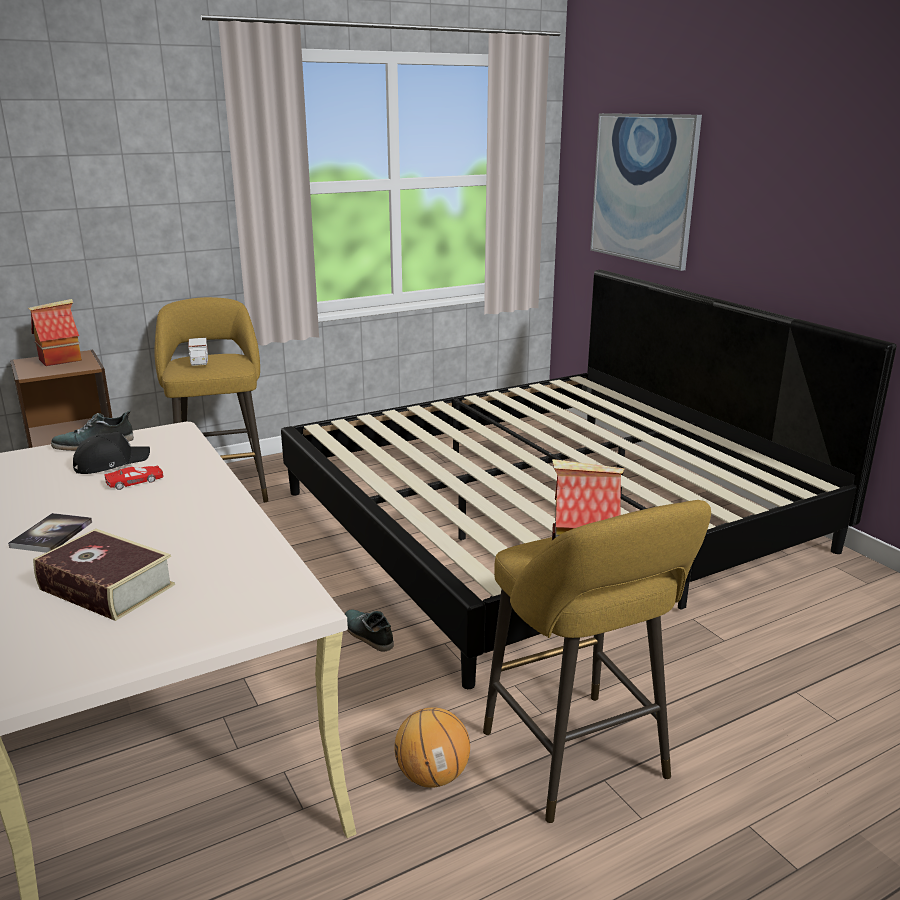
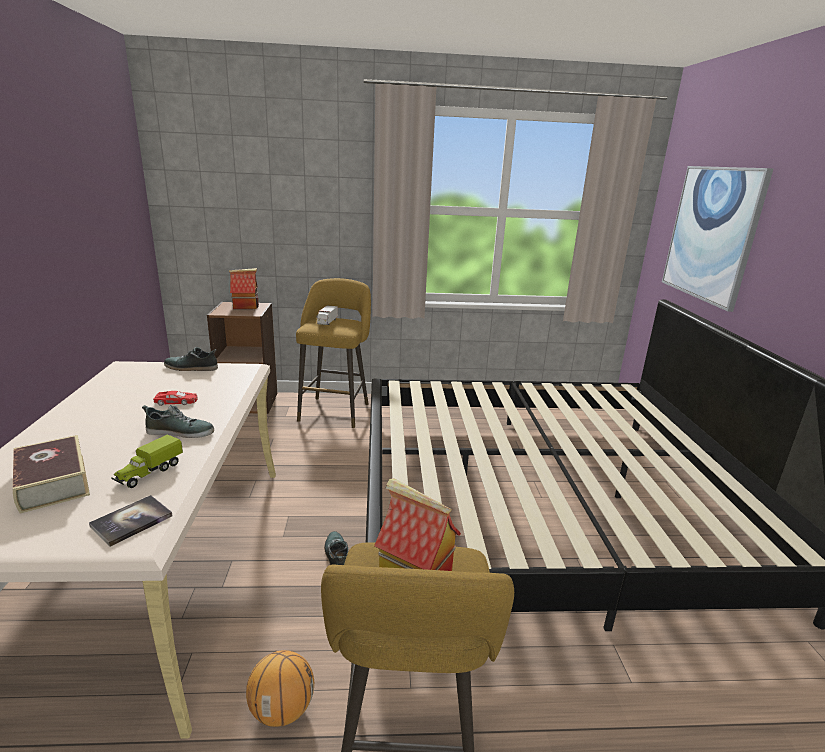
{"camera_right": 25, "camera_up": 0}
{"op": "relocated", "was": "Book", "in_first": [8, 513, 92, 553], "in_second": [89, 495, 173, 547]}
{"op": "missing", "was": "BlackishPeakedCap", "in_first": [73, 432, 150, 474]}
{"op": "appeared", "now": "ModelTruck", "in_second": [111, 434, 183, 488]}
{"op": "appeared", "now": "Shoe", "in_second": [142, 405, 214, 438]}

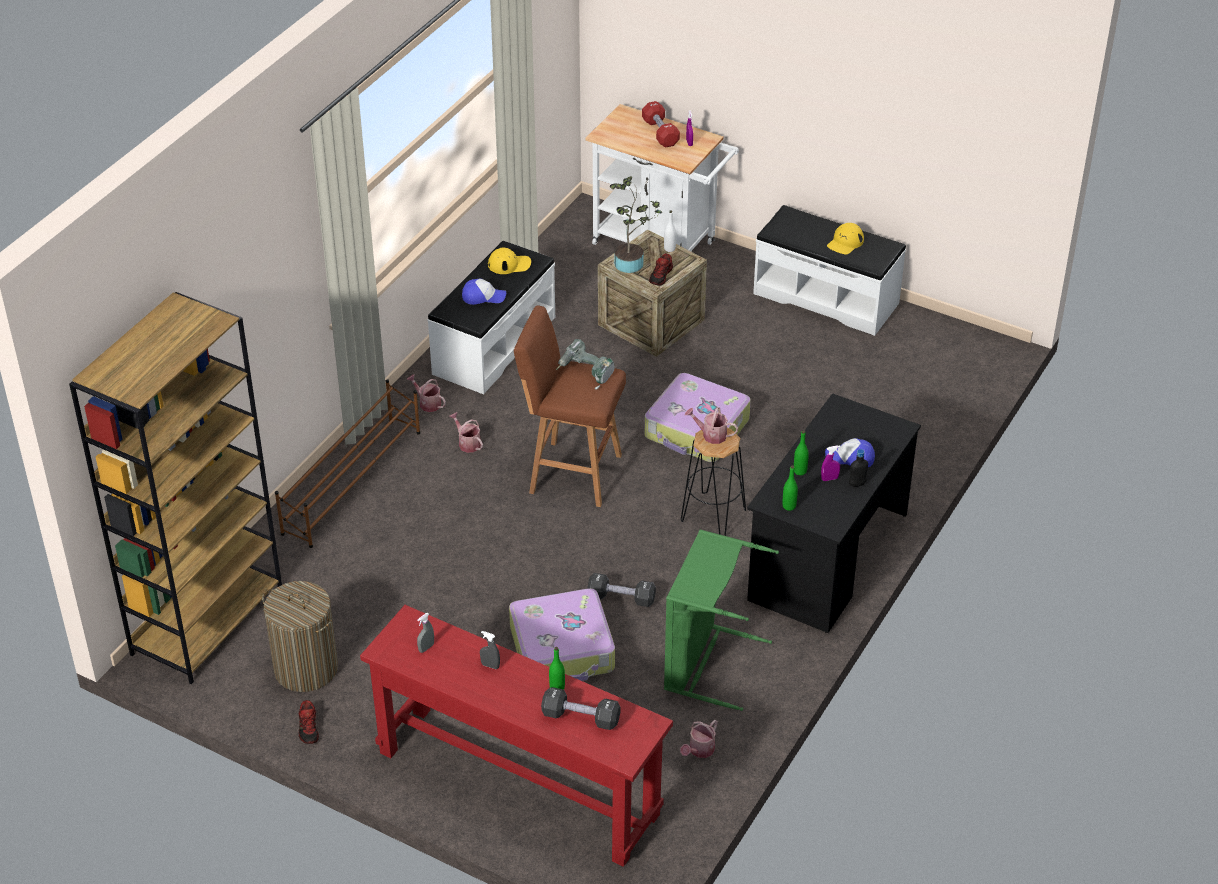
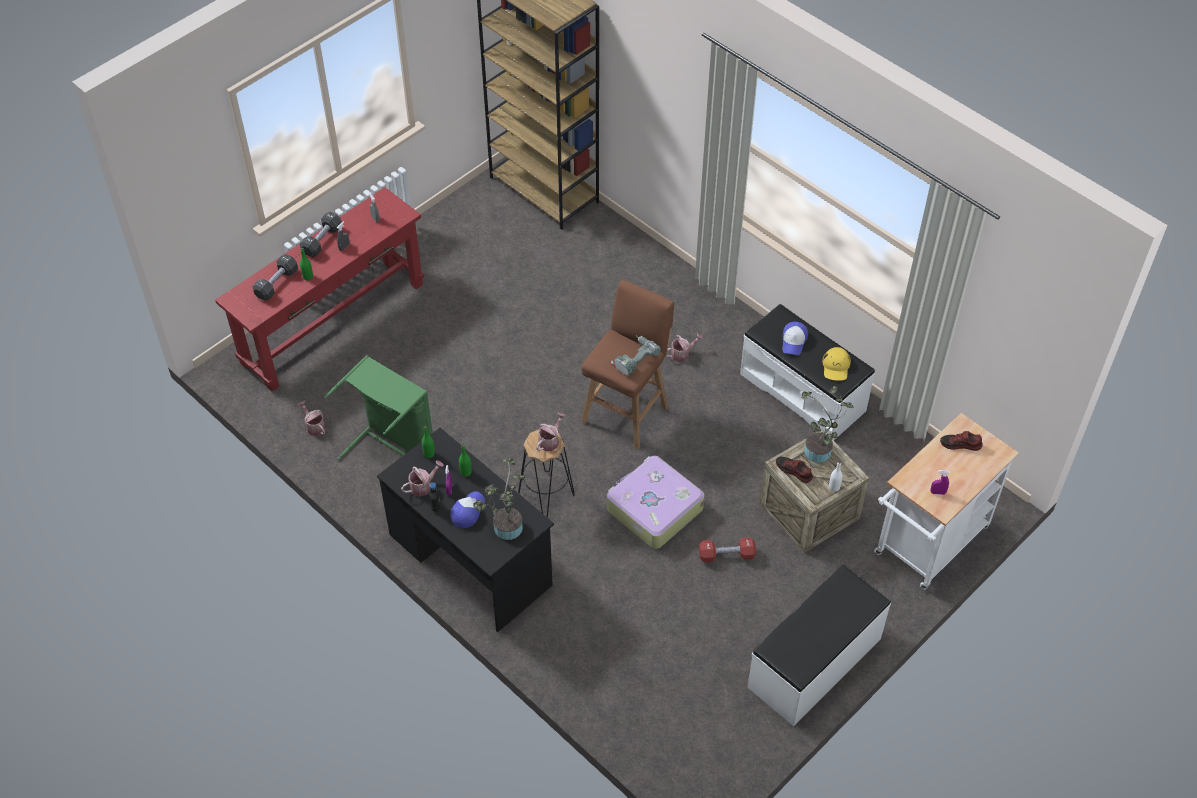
{"camera_right": 105, "camera_up": 10}
{"op": "missing", "was": "LaundryBasket", "in_first": [262, 581, 338, 692]}
{"op": "missing", "was": "BrownColouredShoeRack", "in_first": [275, 379, 420, 548]}
{"op": "relocated", "was": "Shoe", "in_first": [299, 700, 319, 744], "in_second": [940, 431, 983, 451]}
{"op": "relocated", "was": "WateringPot", "in_first": [406, 374, 446, 412], "in_second": [401, 460, 444, 497]}
{"op": "missing", "was": "Suitcase", "in_first": [509, 588, 615, 681]}
{"op": "relocated", "was": "BlackishHandWeight", "in_first": [587, 573, 656, 607], "in_second": [300, 212, 342, 257]}
{"op": "relocated", "was": "RedColouredHandWeight", "in_first": [642, 101, 680, 148], "in_second": [699, 537, 756, 563]}
{"op": "missing", "was": "YellowPeakedCap", "in_first": [827, 223, 864, 254]}
{"op": "appeared", "now": "PottedPlant", "in_second": [473, 458, 525, 540]}

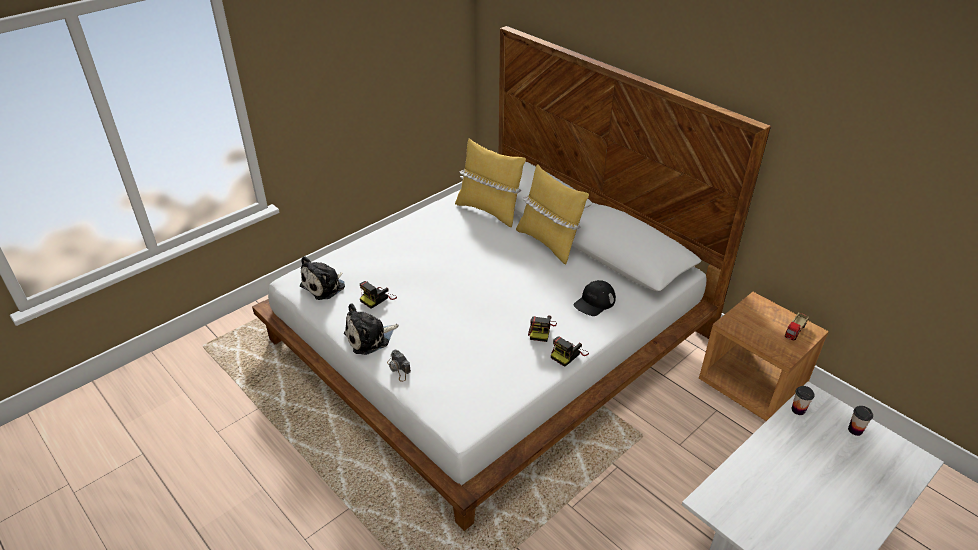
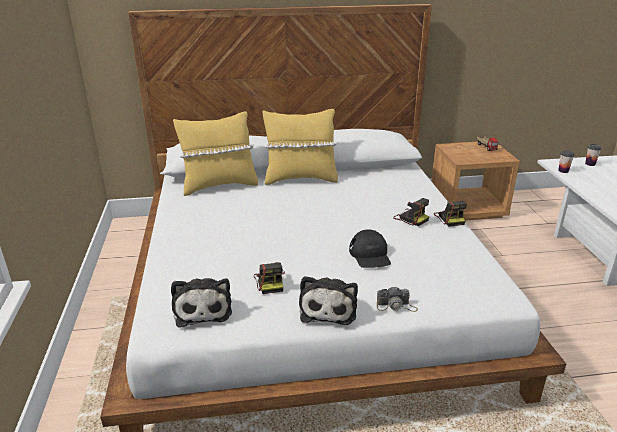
{"camera_right": -55, "camera_up": -10}
{"op": "relocated", "was": "BlackishPeakedCap", "in_first": [573, 280, 616, 316], "in_second": [349, 229, 391, 268]}

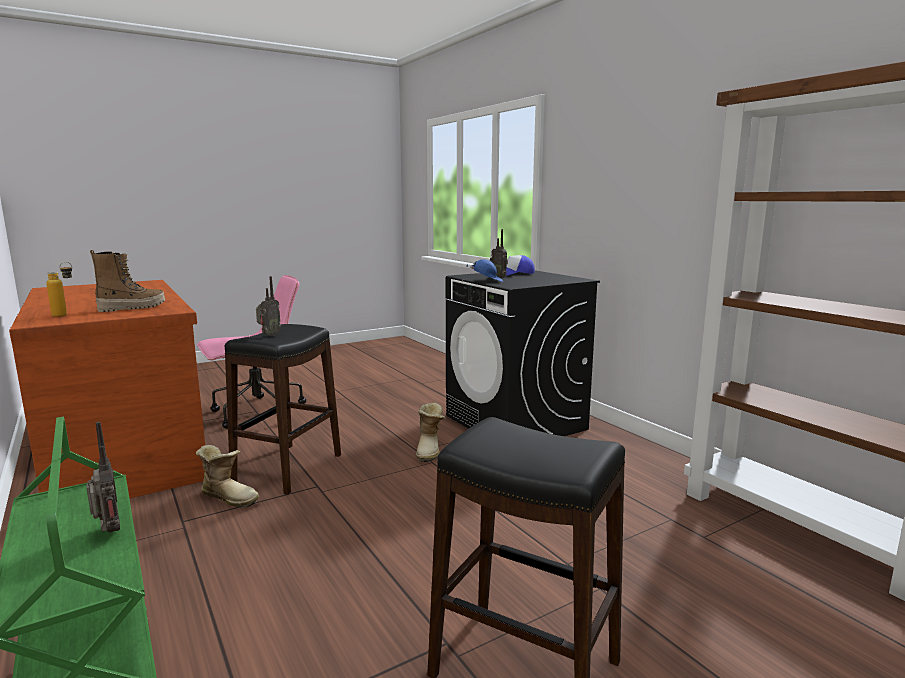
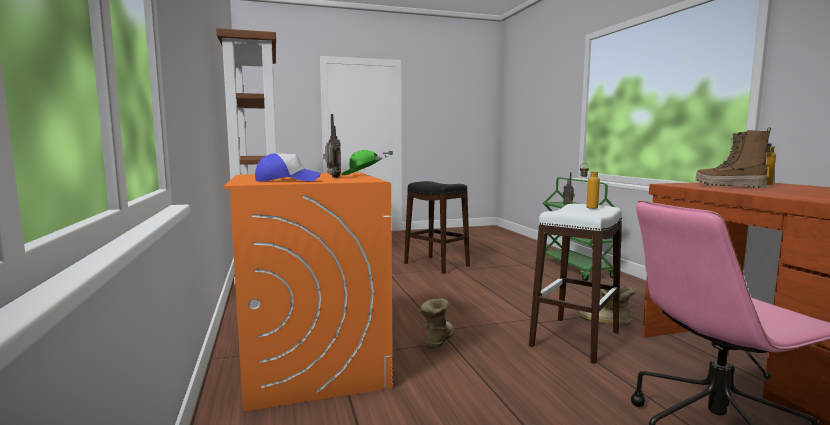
{"camera_right": -165, "camera_up": -5}
{"op": "spun", "was": "Boot", "in_first": [90, 250, 165, 312], "in_second": [695, 127, 771, 188], "clockwise": 60}
{"op": "colour", "was": "BlackishSittingStool", "now": "WhiteSittingStool", "in_first": [225, 324, 341, 495], "in_second": [529, 204, 622, 364]}
{"op": "exchanged", "was": "RadioReceiver", "now": "DrinkBottle", "in_first": [256, 276, 281, 336], "in_second": [580, 163, 600, 209]}
{"op": "colour", "was": "BlackishLaundryMachine", "now": "OrangeyLaundryMachine", "in_first": [446, 270, 600, 436], "in_second": [223, 172, 393, 411]}
{"op": "colour", "was": "BlueColouredPeakedCap", "now": "GreenishPeakedCap", "in_first": [466, 260, 503, 282], "in_second": [341, 150, 387, 175]}

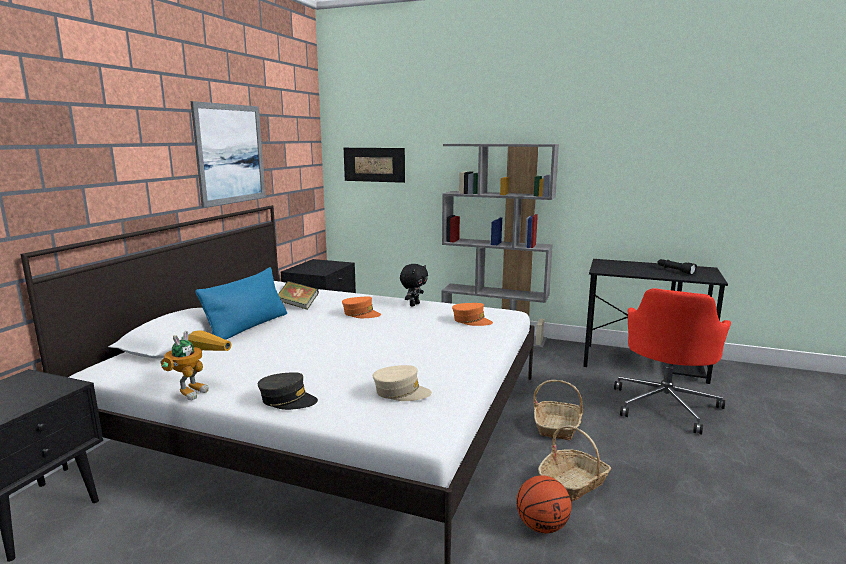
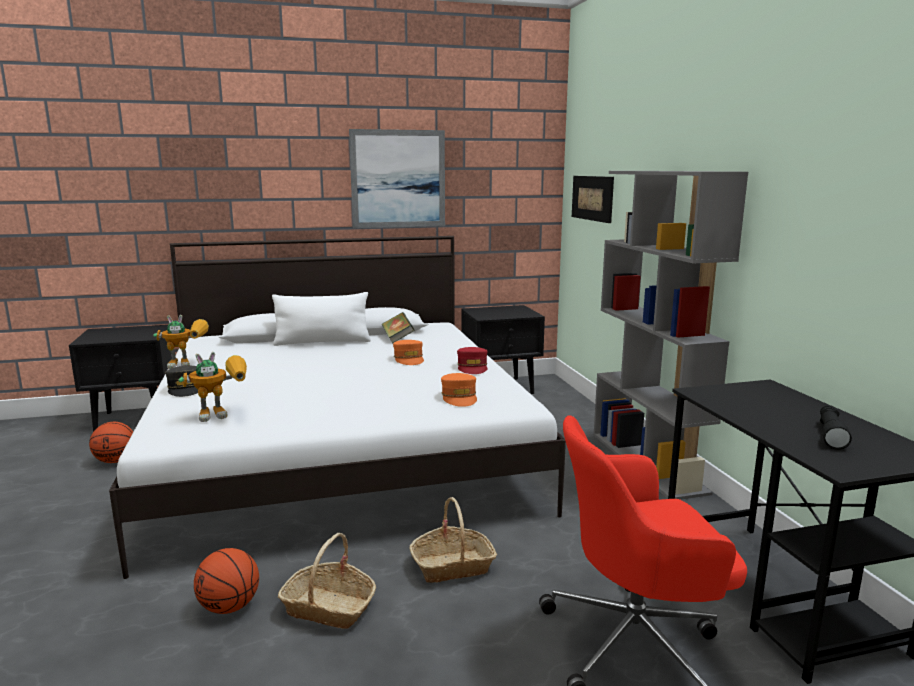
{"camera_right": 55, "camera_up": 0}
{"op": "colour", "was": "BlueColouredCushion", "now": "WhiteCushion", "in_first": [195, 267, 287, 340], "in_second": [272, 292, 371, 346]}
{"op": "exchanged", "was": "SandColouredPeakedCap", "now": "RobotFigure", "in_first": [373, 365, 432, 401], "in_second": [178, 352, 247, 422]}
{"op": "exchanged", "was": "BlackishSoftToy", "now": "RedColouredPeakedCap", "in_first": [400, 264, 428, 307], "in_second": [457, 347, 488, 374]}
{"op": "appeared", "now": "BasketballBall", "in_second": [89, 422, 133, 463]}

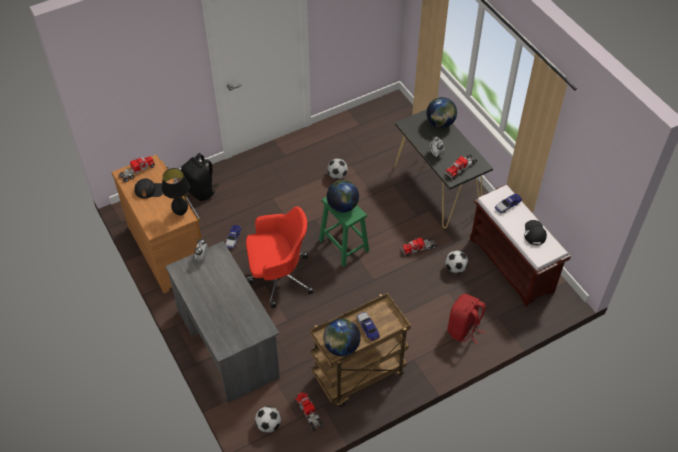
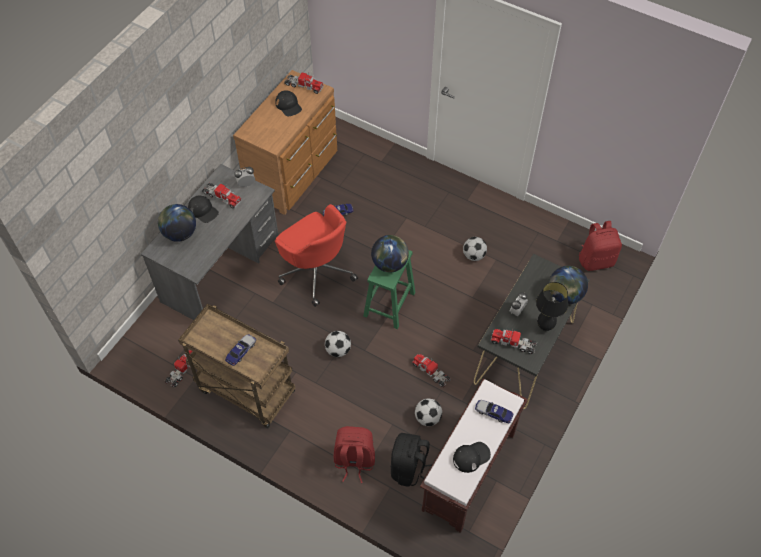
{"camera_right": 60, "camera_up": 5}
{"op": "relocated", "was": "BlackishLampForATable", "in_first": [162, 168, 189, 216], "in_second": [536, 282, 568, 331]}
{"op": "relocated", "was": "BlackishKnapsack", "in_first": [181, 153, 219, 201], "in_second": [391, 433, 433, 487]}
{"op": "relocated", "was": "BallForFootball", "in_first": [255, 406, 281, 433], "in_second": [325, 331, 351, 357]}
{"op": "relocated", "was": "Globe", "in_first": [323, 319, 361, 356], "in_second": [158, 204, 196, 242]}
{"op": "appeared", "now": "BlackishPeakedCap", "in_second": [188, 196, 219, 223]}
{"op": "appeared", "now": "ModelTruck", "in_second": [202, 183, 242, 208]}
{"op": "appeared", "now": "RedColouredKnapsack", "in_second": [579, 221, 622, 271]}

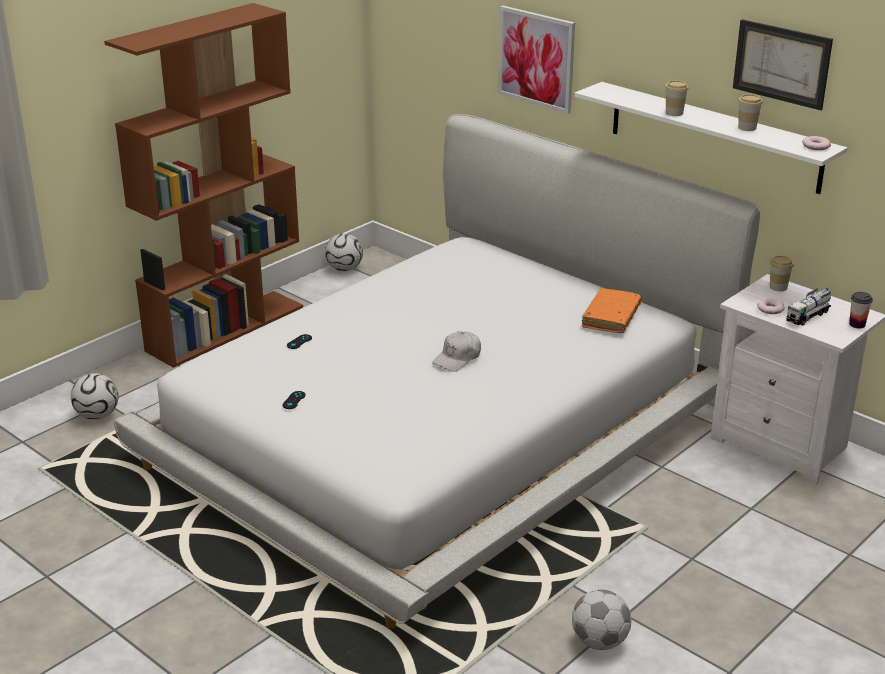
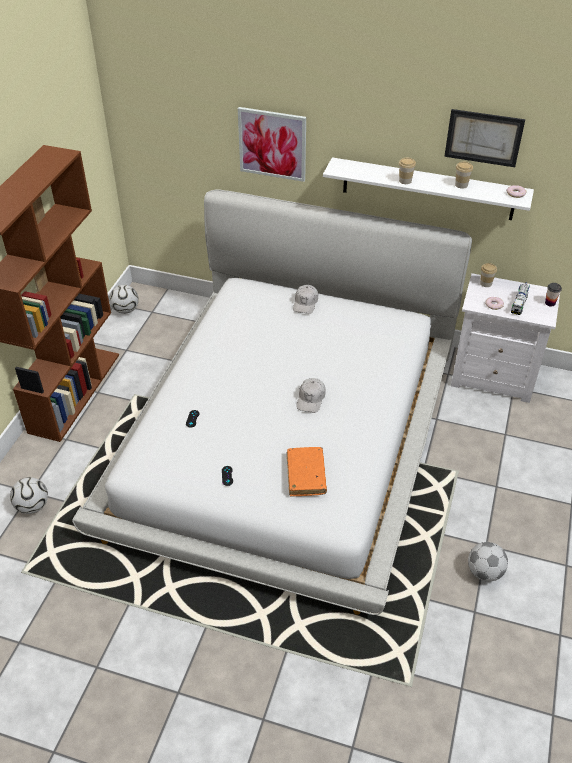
{"camera_right": -25, "camera_up": 15}
{"op": "relocated", "was": "OrangeyBook", "in_first": [582, 288, 642, 333], "in_second": [287, 447, 327, 497]}
{"op": "appeared", "now": "WhitePeakedCap", "in_second": [293, 285, 318, 314]}

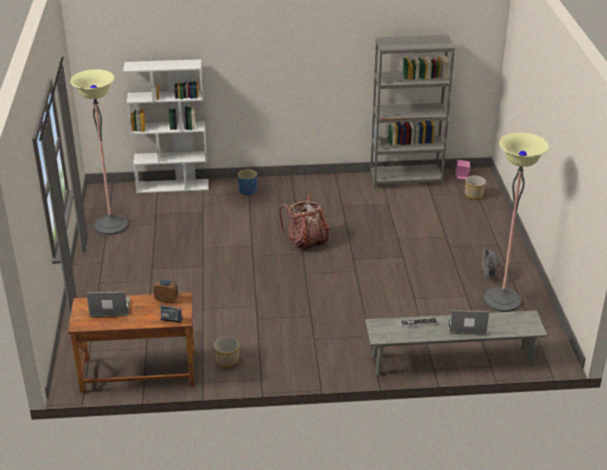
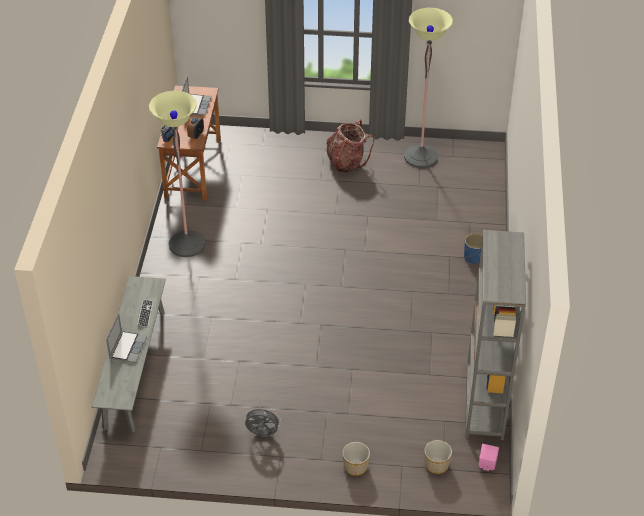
{"camera_right": 100, "camera_up": 10}
{"op": "missing", "was": "WhiteBookshelf", "in_first": [123, 59, 209, 193]}
{"op": "relocated", "was": "FlowerPot", "in_first": [214, 336, 239, 368], "in_second": [342, 442, 370, 476]}
{"op": "relocated", "was": "Knapsack", "in_first": [279, 195, 329, 251], "in_second": [326, 119, 374, 173]}
{"op": "relocated", "was": "StandingLamp", "in_first": [483, 132, 549, 312], "in_second": [149, 90, 206, 257]}

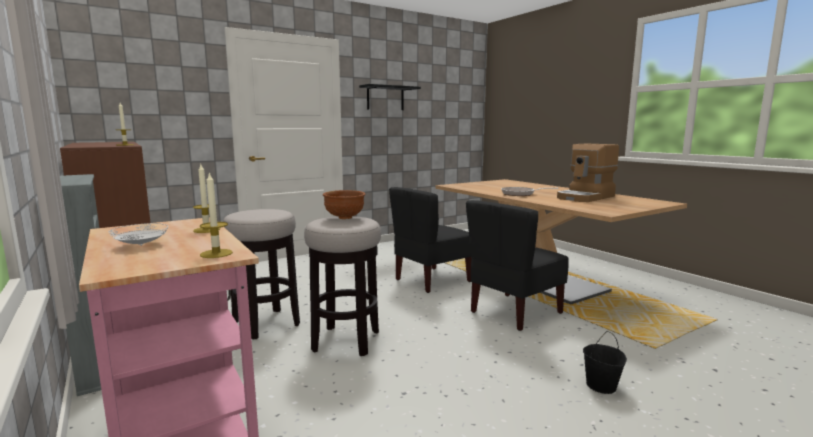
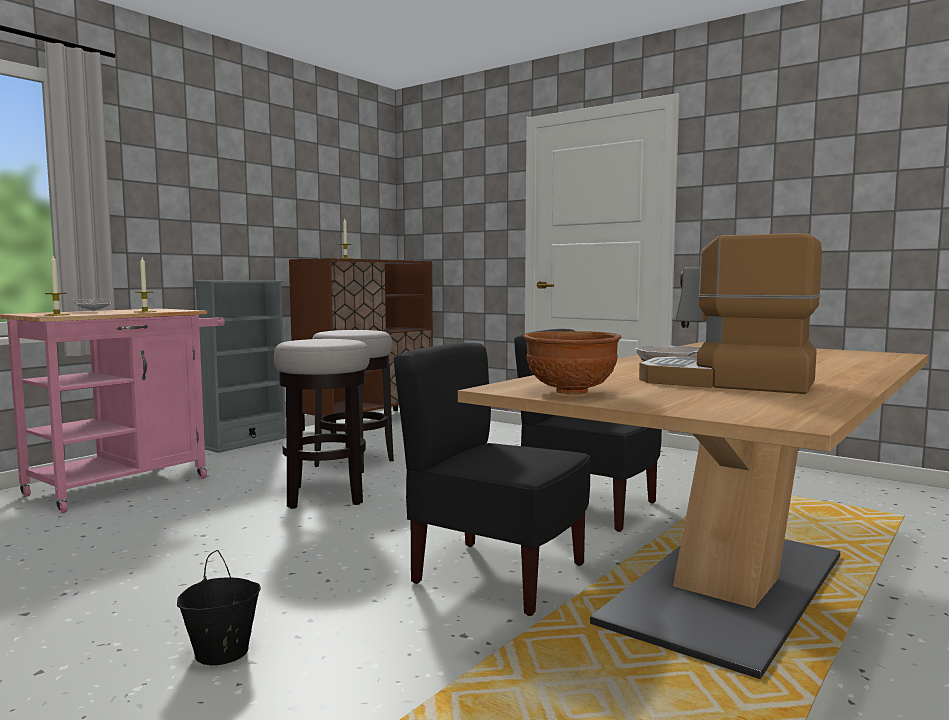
{"camera_right": 70, "camera_up": -5}
{"op": "relocated", "was": "BrownColouredDeepDish", "in_first": [323, 190, 365, 219], "in_second": [523, 331, 621, 394]}
{"op": "missing", "was": "BlackishShelf", "in_first": [359, 84, 421, 110]}

